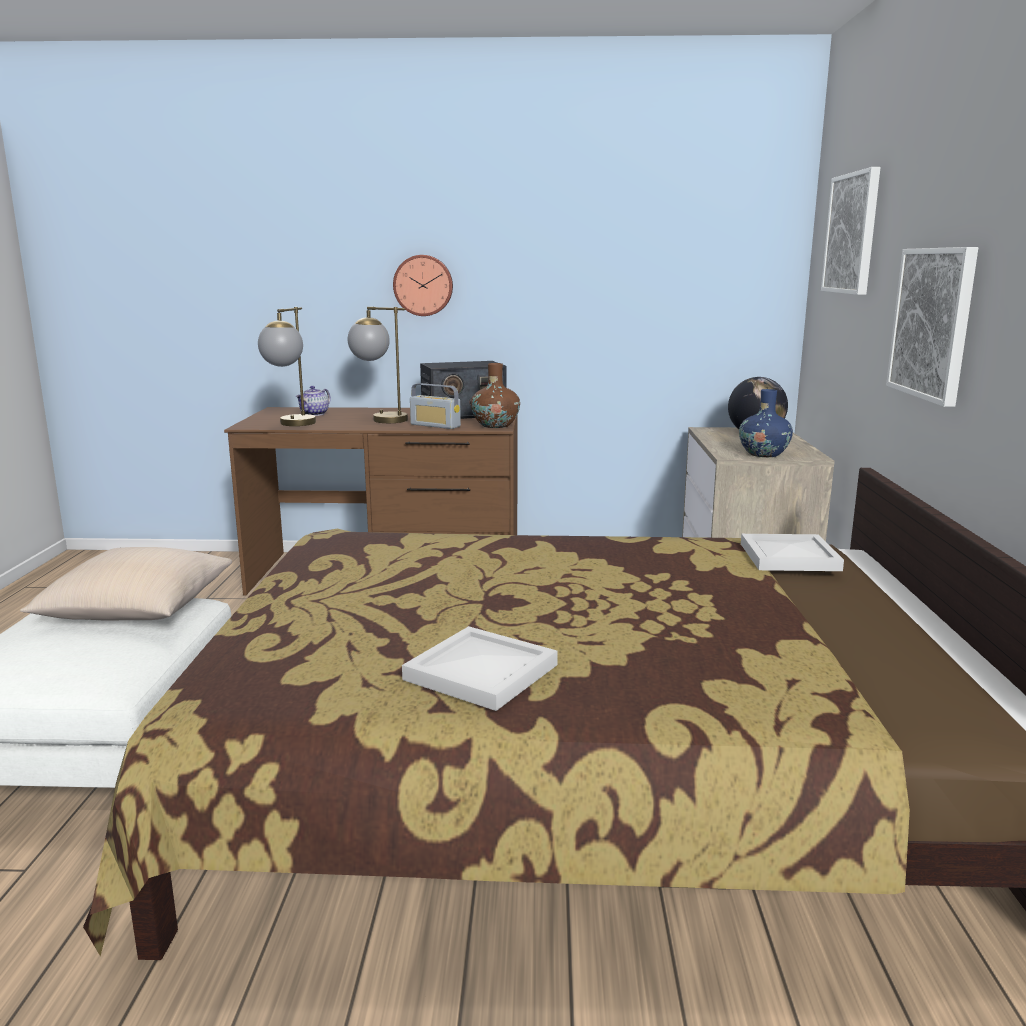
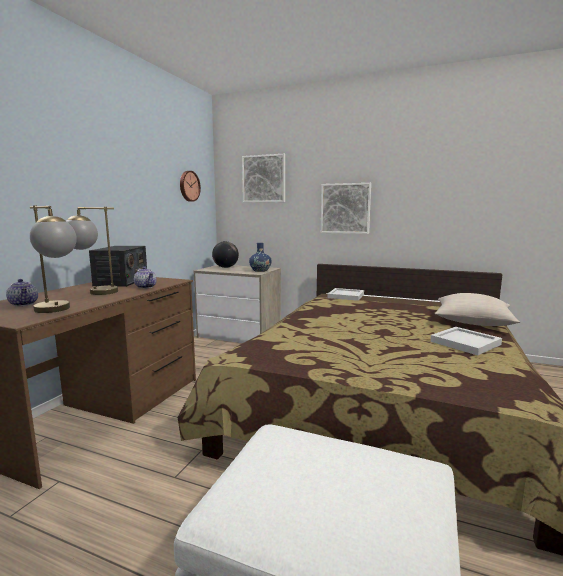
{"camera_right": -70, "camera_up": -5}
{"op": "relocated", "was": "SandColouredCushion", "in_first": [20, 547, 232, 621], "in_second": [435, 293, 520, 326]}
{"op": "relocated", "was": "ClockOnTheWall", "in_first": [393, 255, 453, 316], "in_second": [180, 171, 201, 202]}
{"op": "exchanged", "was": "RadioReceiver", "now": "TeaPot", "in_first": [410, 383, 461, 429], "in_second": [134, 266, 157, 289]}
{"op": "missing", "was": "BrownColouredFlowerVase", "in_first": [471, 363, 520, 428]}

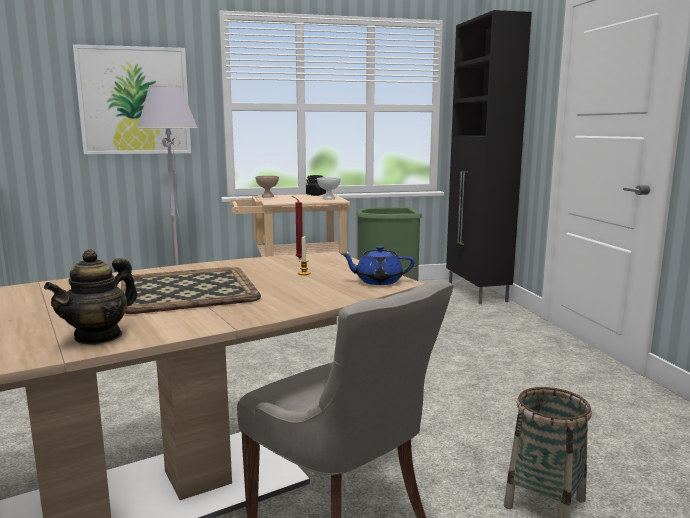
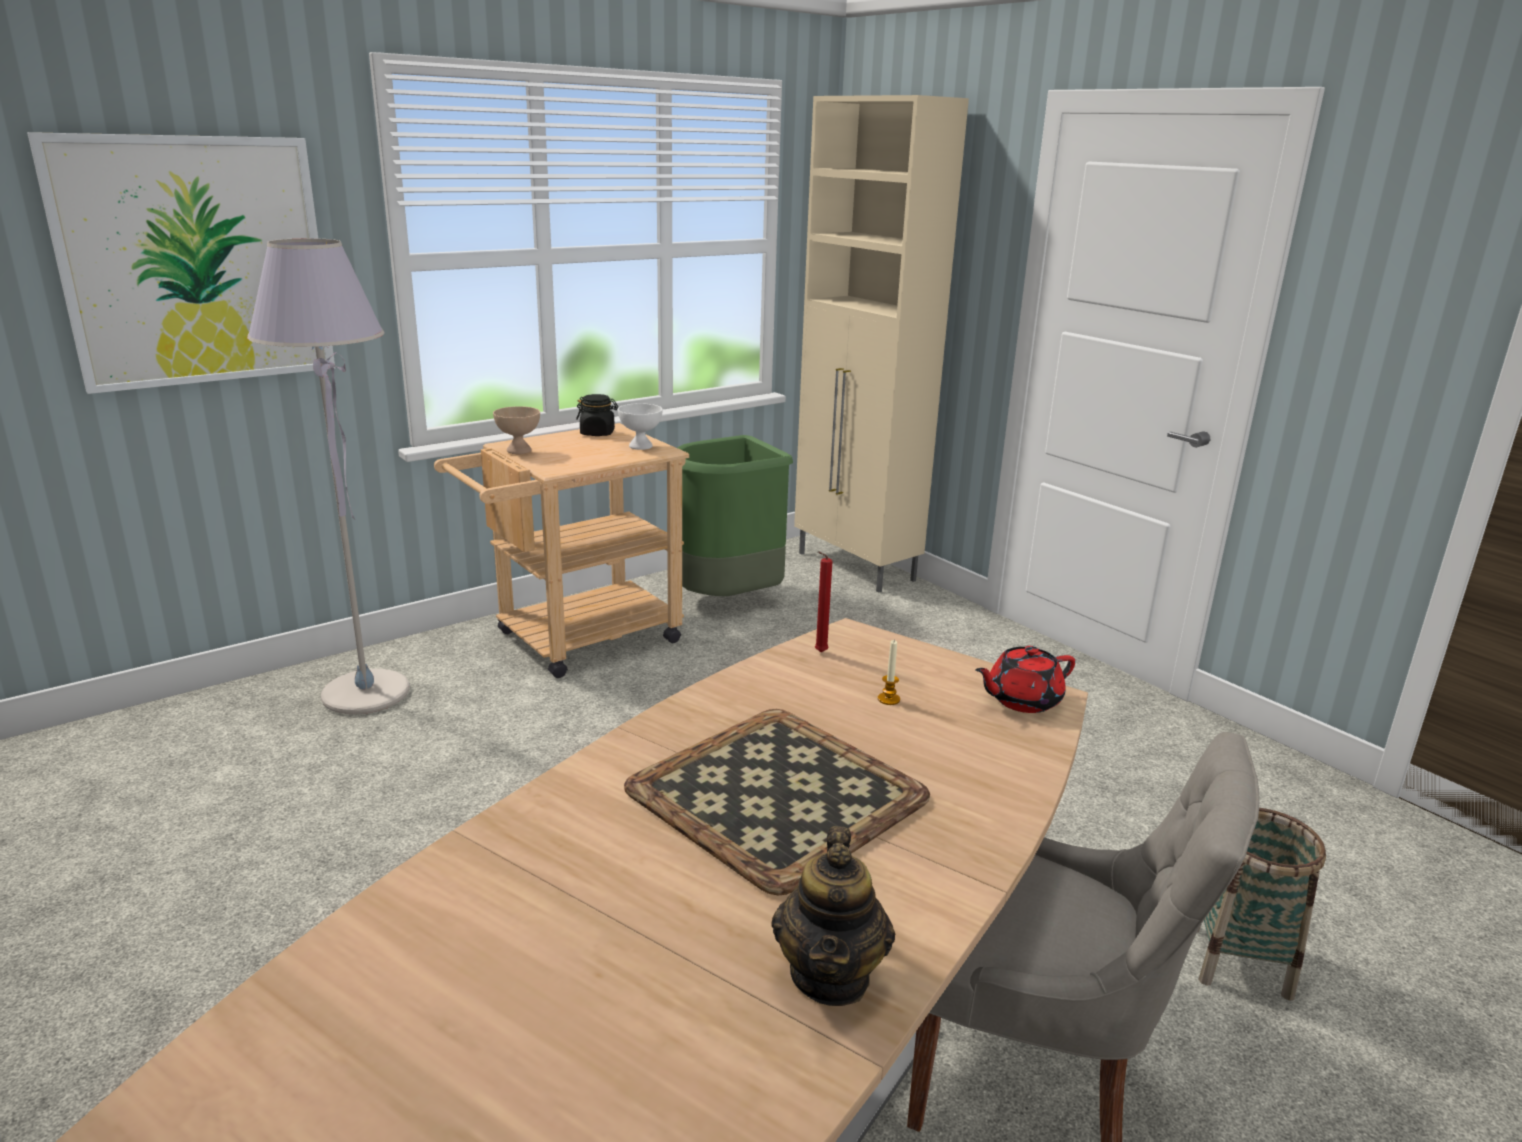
{"camera_right": -25, "camera_up": 10}
{"op": "colour", "was": "BlueColouredTeaPot", "now": "RedColouredTeaPot", "in_first": [341, 246, 415, 285], "in_second": [975, 646, 1076, 713]}
{"op": "colour", "was": "BlackishStorageCabinet", "now": "SandColouredStorageCabinet", "in_first": [446, 10, 532, 304], "in_second": [794, 95, 969, 592]}

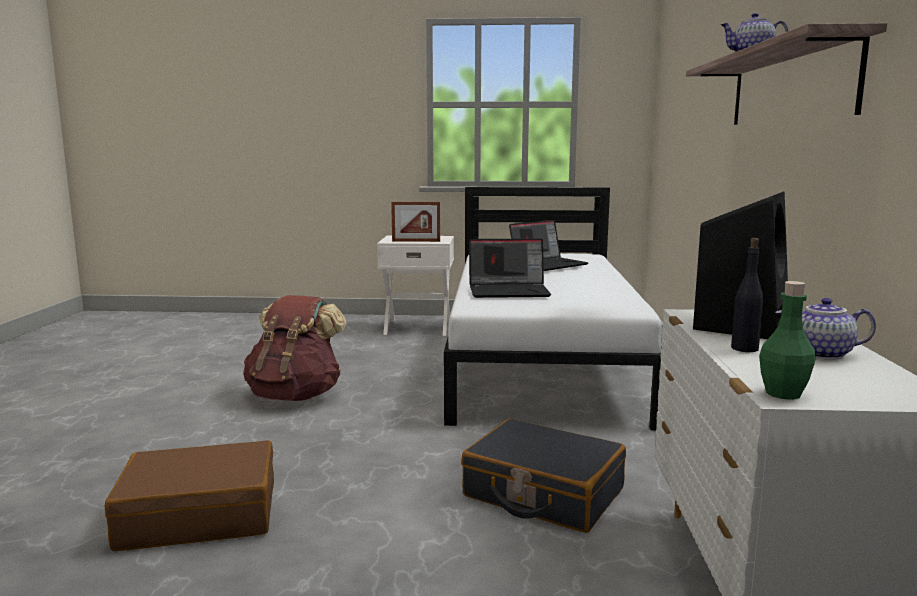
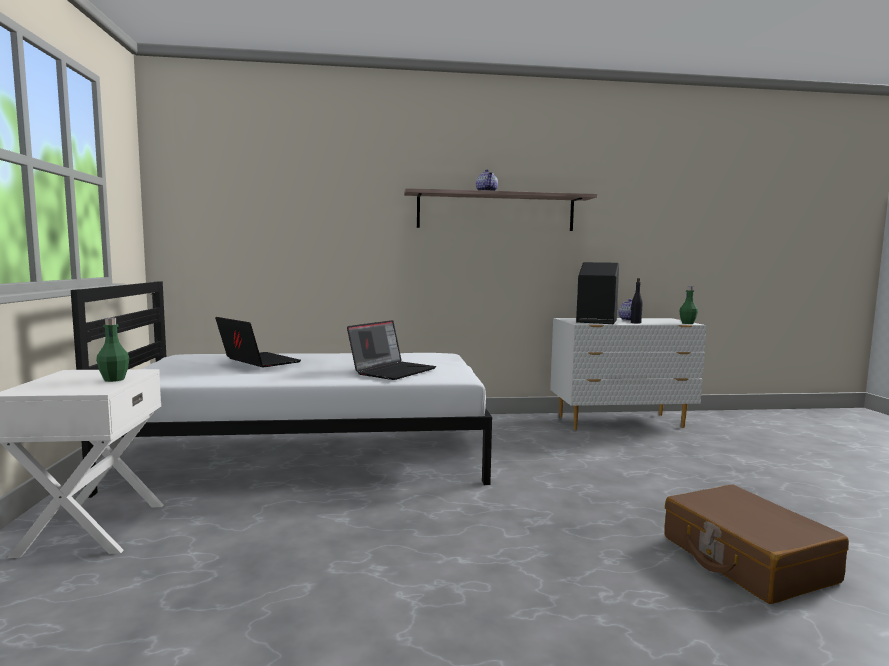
{"camera_right": -100, "camera_up": -5}
{"op": "missing", "was": "BrownColouredKnapsack", "in_first": [243, 295, 347, 401]}
{"op": "exchanged", "was": "StandingFrame", "now": "GreenishDrinkBottle", "in_first": [391, 202, 440, 242], "in_second": [96, 318, 129, 382]}
{"op": "missing", "was": "BlackishSuitcase", "in_first": [461, 418, 626, 533]}
{"op": "spun", "was": "Laptop", "in_first": [469, 239, 551, 298], "in_second": [347, 320, 436, 380], "clockwise": 45}

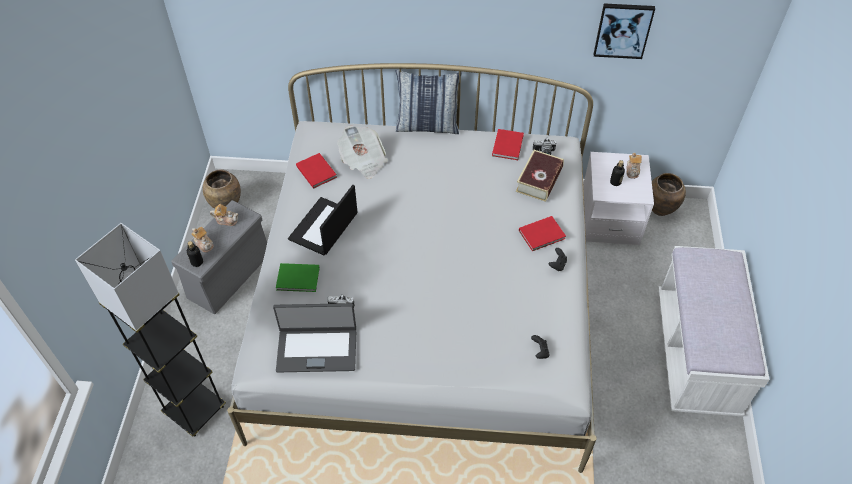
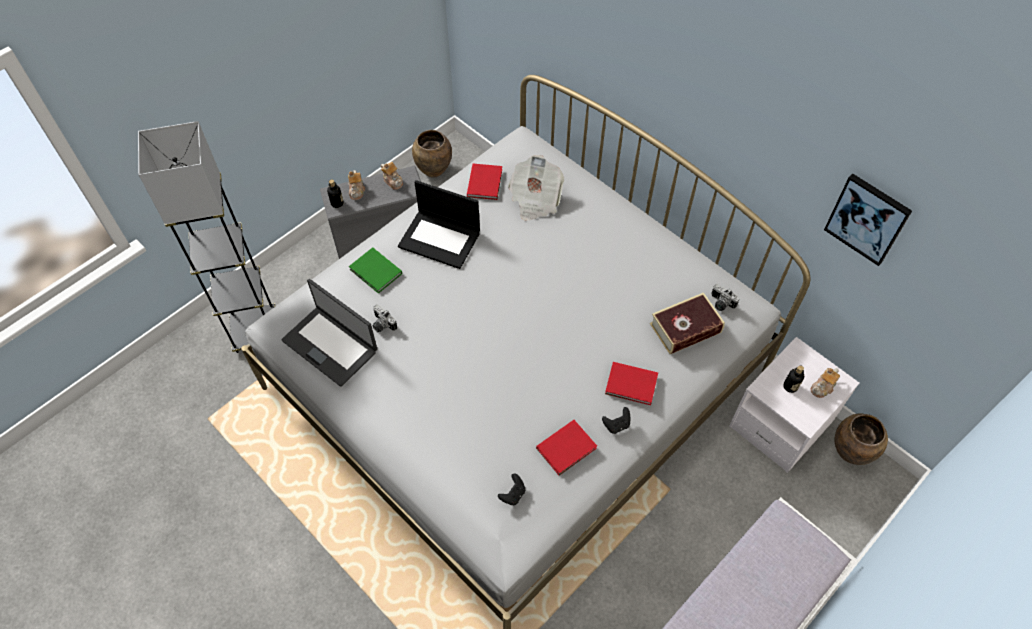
{"camera_right": 40, "camera_up": 5}
{"op": "spun", "was": "Laptop", "in_first": [288, 185, 358, 255], "in_second": [398, 180, 480, 269], "clockwise": -135}
{"op": "missing", "was": "Cushion", "in_first": [396, 70, 462, 134]}
{"op": "relocated", "was": "RedColouredBook", "in_first": [492, 129, 524, 160], "in_second": [536, 420, 597, 476]}

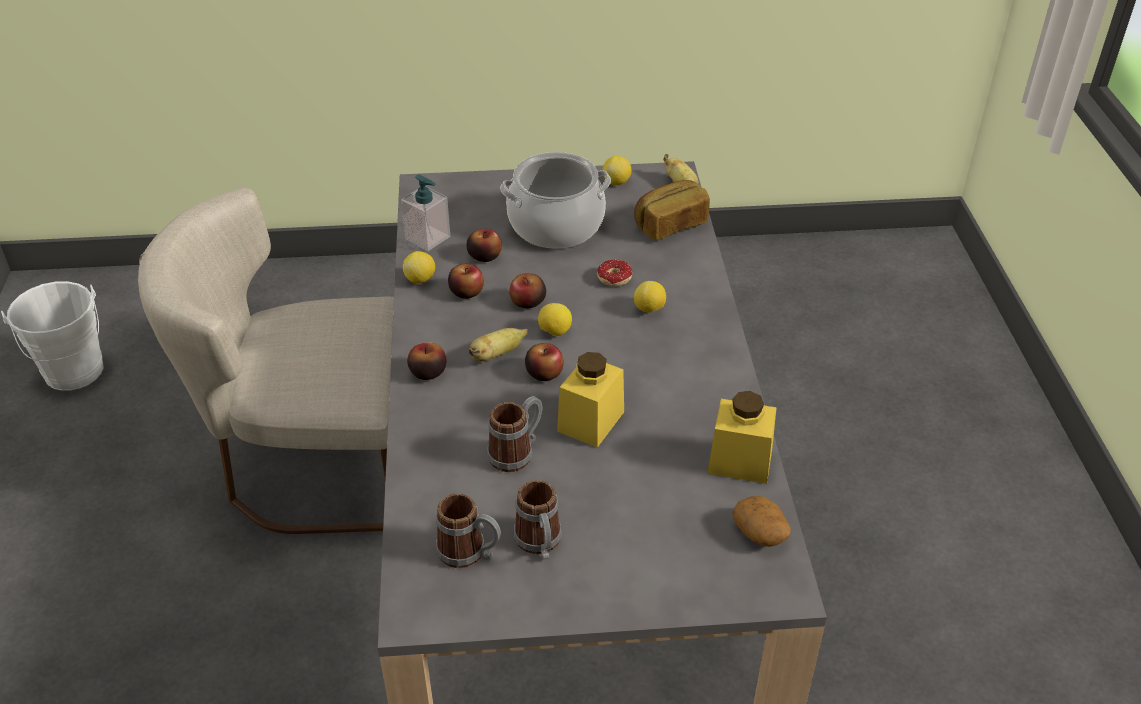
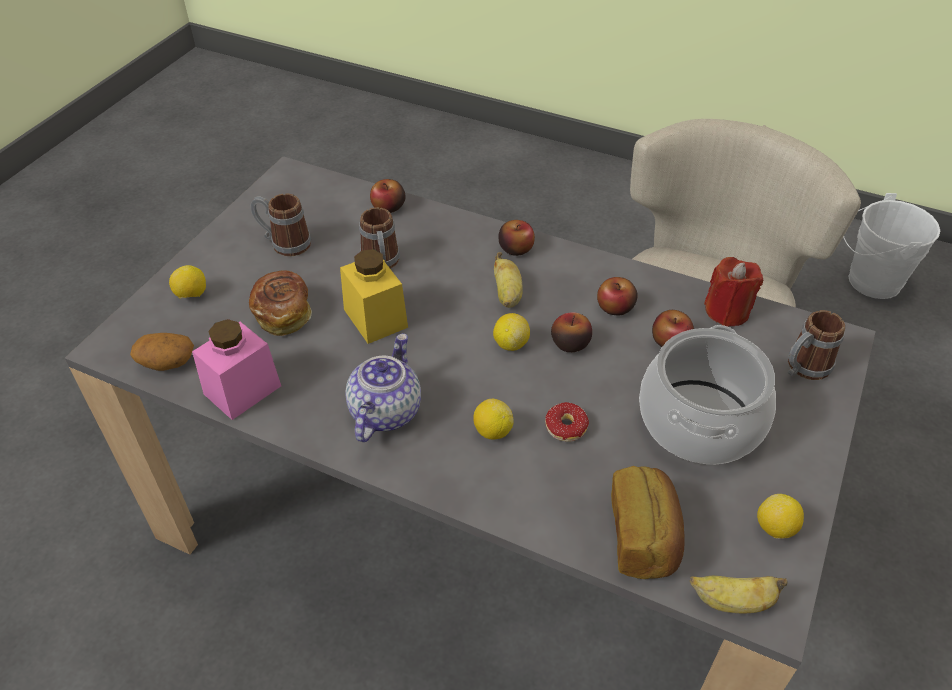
{"camera_right": 120, "camera_up": 5}
{"op": "exchanged", "was": "SoapBottle", "now": "RedColouredWaxCandle", "in_first": [401, 174, 450, 251], "in_second": [704, 257, 763, 326]}
{"op": "relocated", "was": "Lemon", "in_first": [403, 251, 435, 283], "in_second": [169, 265, 206, 299]}
{"op": "relocated", "was": "CoffeeMug", "in_first": [436, 493, 501, 568], "in_second": [788, 310, 845, 380]}
{"op": "relocated", "was": "Apple", "in_first": [525, 343, 563, 381], "in_second": [370, 179, 405, 213]}
{"op": "colour", "was": "YellowStorageJar", "now": "PinkStorageJar", "in_first": [707, 391, 777, 484], "in_second": [192, 319, 281, 420]}
{"op": "appeared", "now": "BakedBread", "in_second": [249, 270, 312, 336]}
{"op": "appeared", "now": "TeaPot", "in_second": [345, 333, 421, 442]}

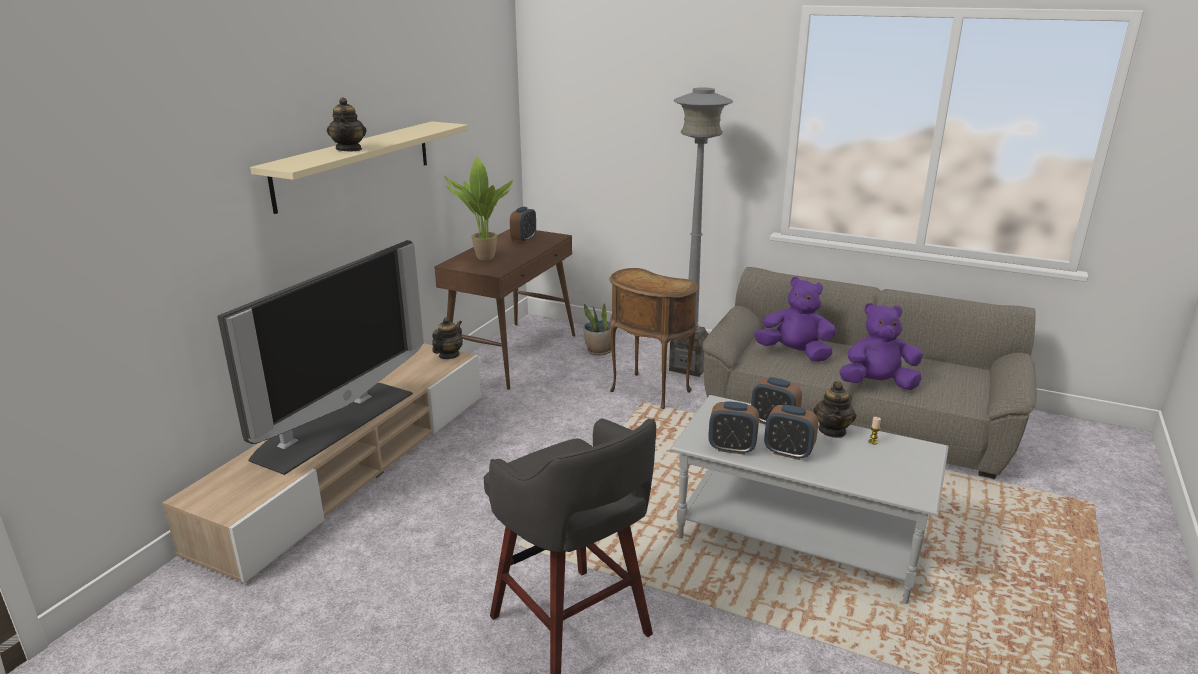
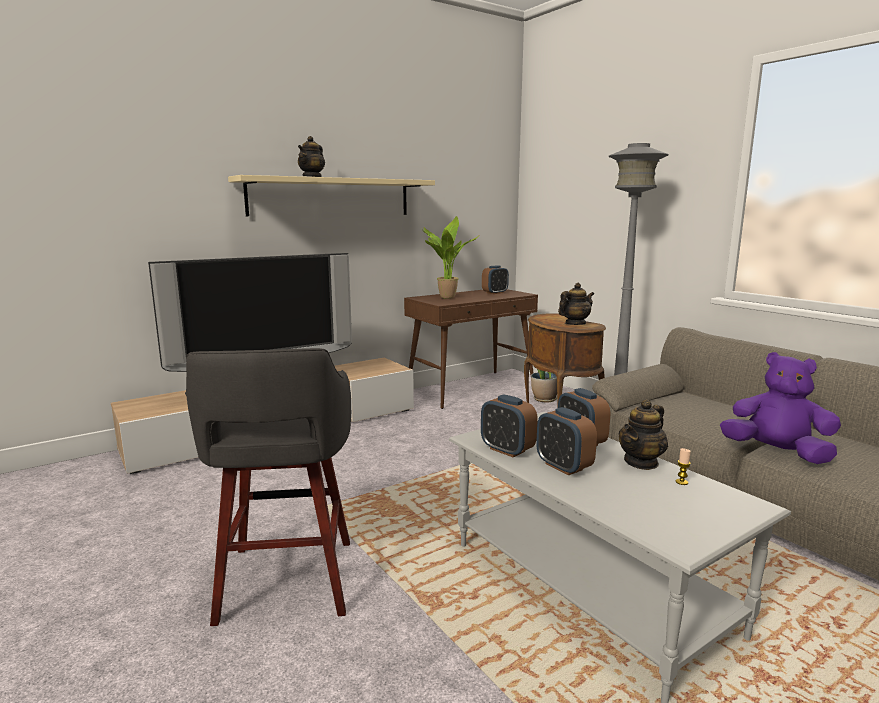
{"camera_right": 30, "camera_up": -10}
{"op": "relocated", "was": "TeaPot", "in_first": [432, 317, 463, 359], "in_second": [558, 283, 594, 325]}
{"op": "missing", "was": "PurpleSoftToy", "in_first": [754, 277, 836, 362]}

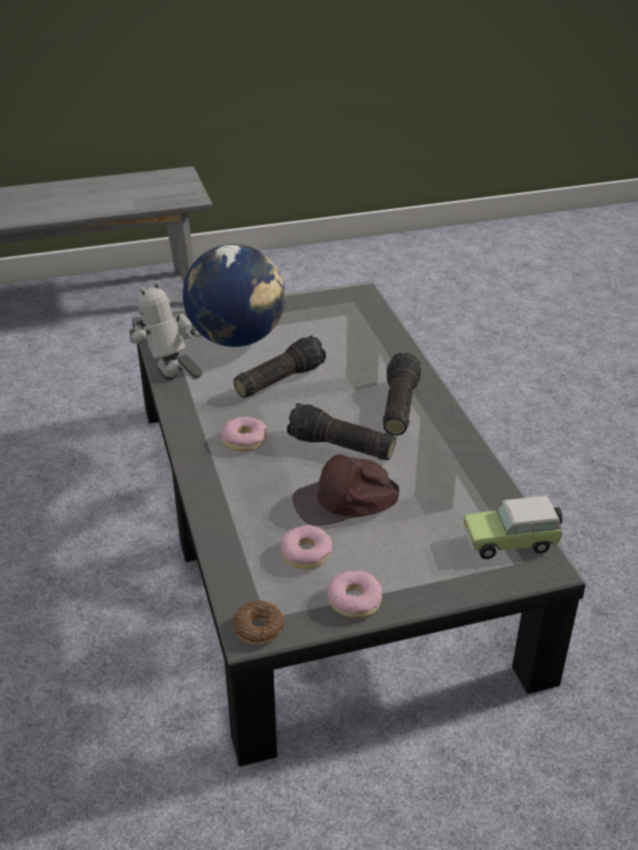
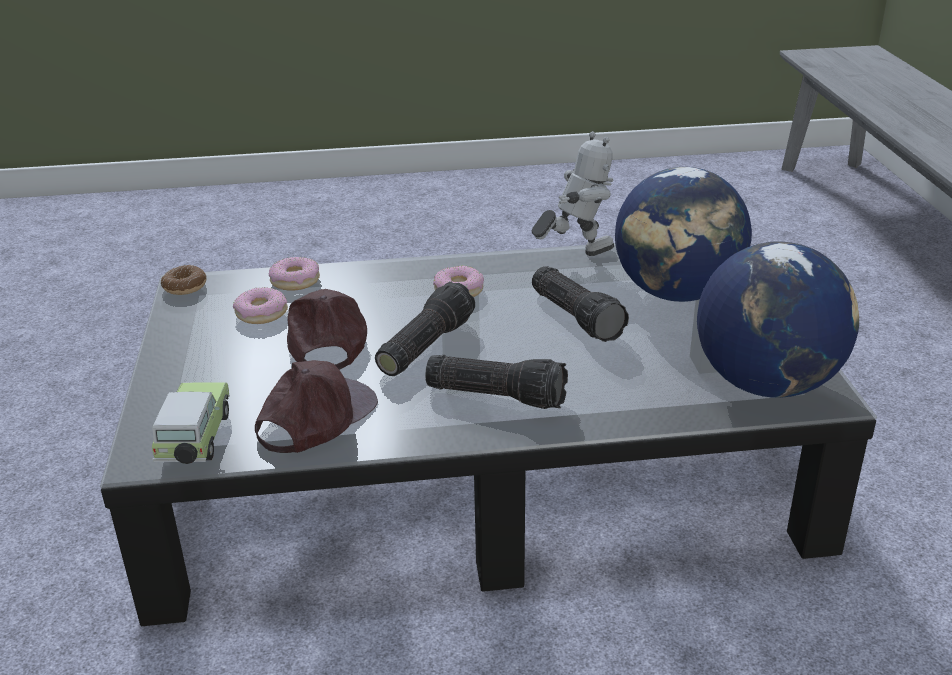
{"camera_right": 100, "camera_up": -5}
{"op": "relocated", "was": "RingDoughnut", "in_first": [327, 571, 382, 618], "in_second": [269, 257, 320, 291]}
{"op": "appeared", "now": "BrownColouredPeakedCap", "in_second": [255, 360, 378, 453]}
{"op": "appeared", "now": "Globe", "in_second": [697, 242, 859, 398]}

